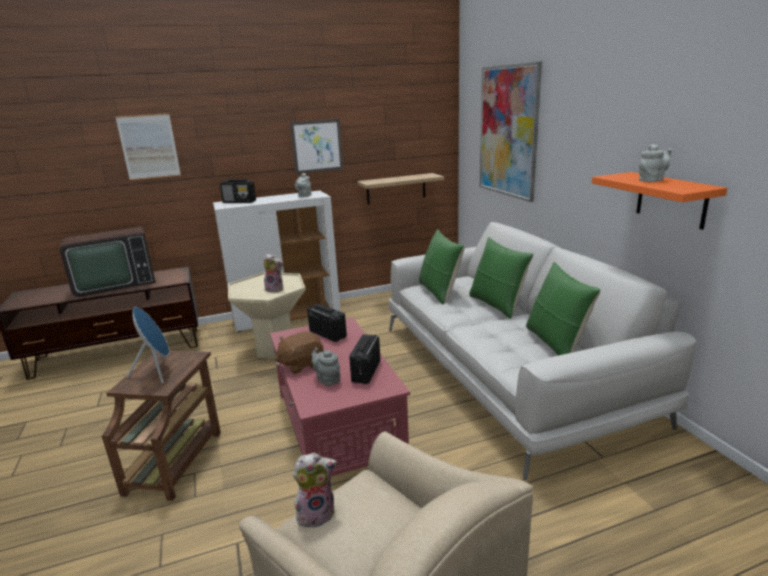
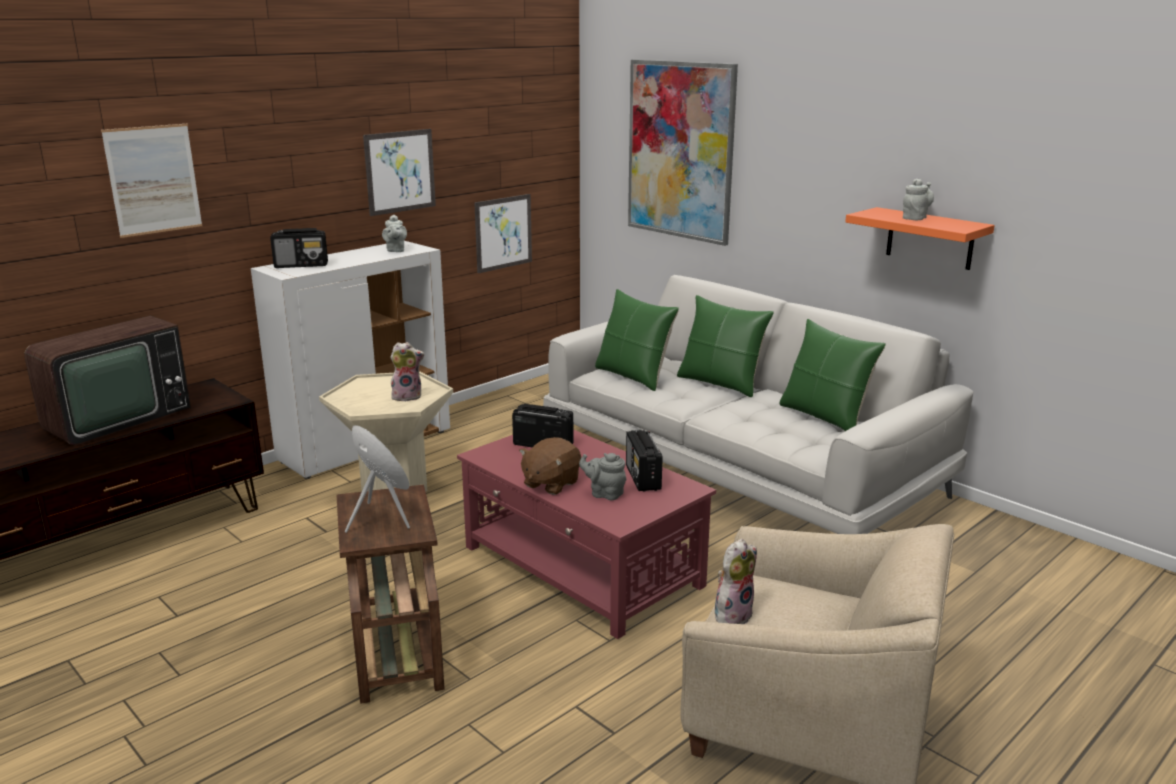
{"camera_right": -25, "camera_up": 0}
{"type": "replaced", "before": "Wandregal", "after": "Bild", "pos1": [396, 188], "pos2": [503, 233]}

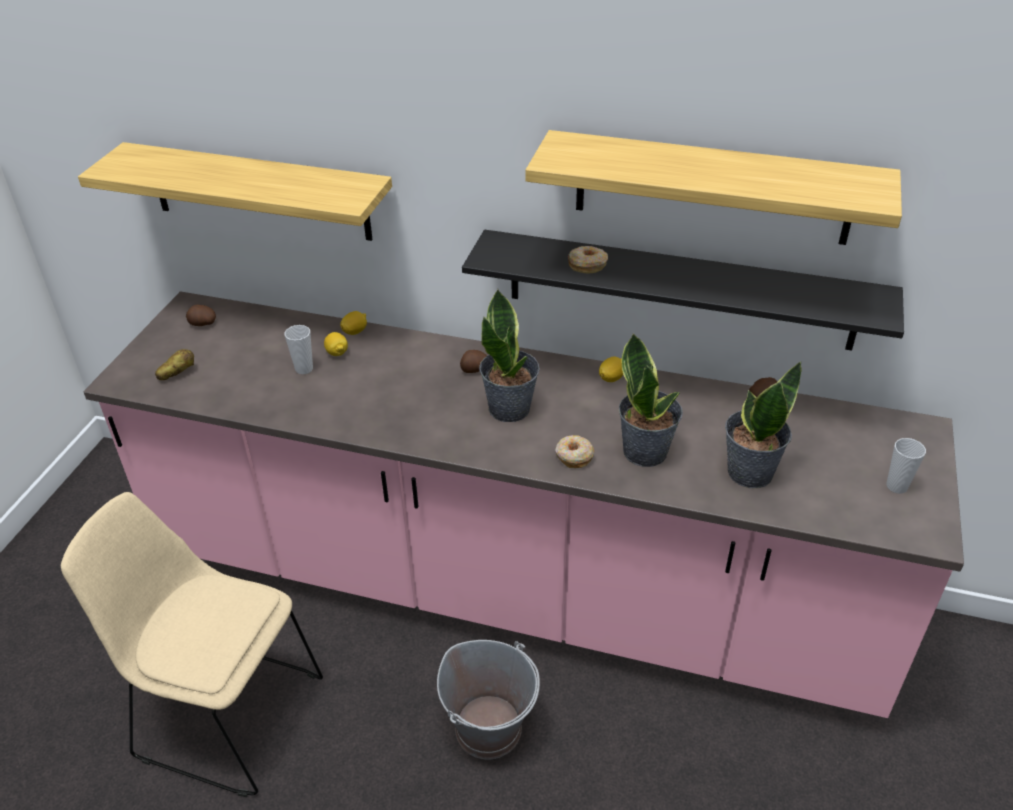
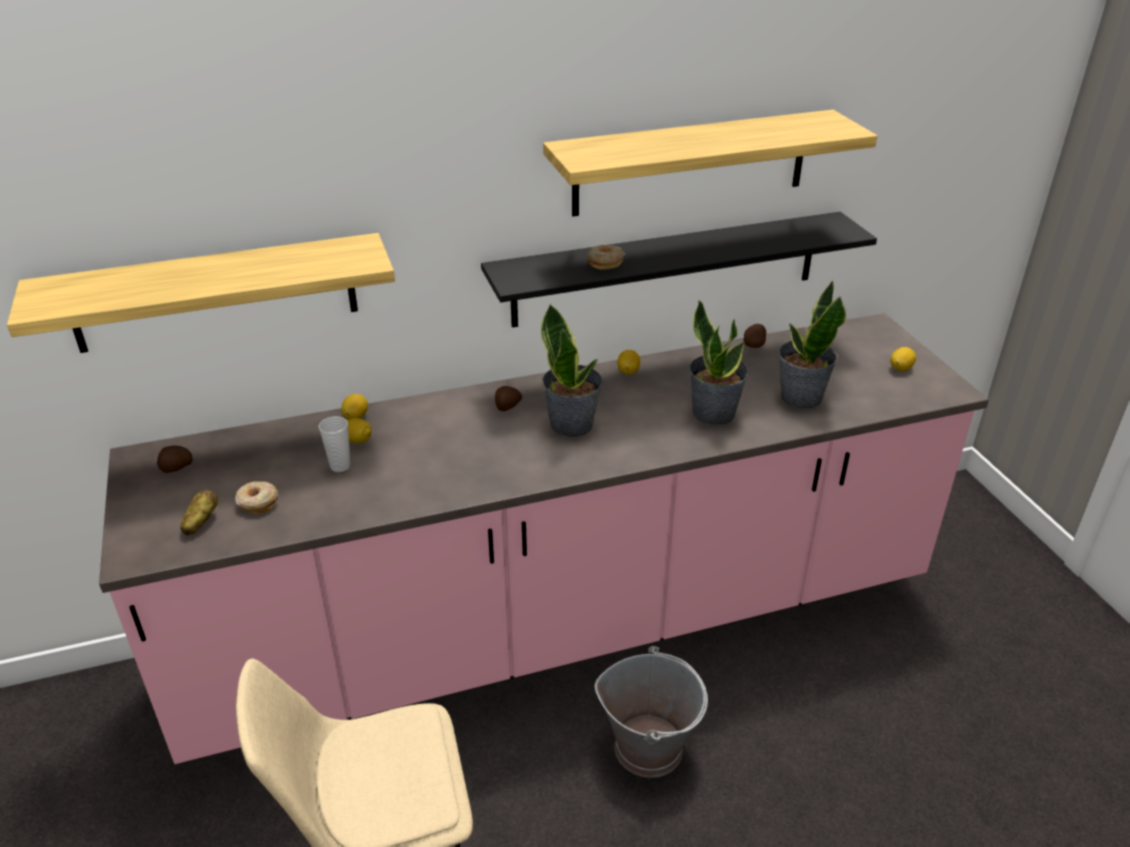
{"camera_right": -35, "camera_up": -5}
{"type": "moved", "before": "Donut", "pos1": [573, 456], "pos2": [257, 503]}
{"type": "replaced", "before": "Tasse", "after": "Zitrone", "pos1": [896, 486], "pos2": [900, 368]}

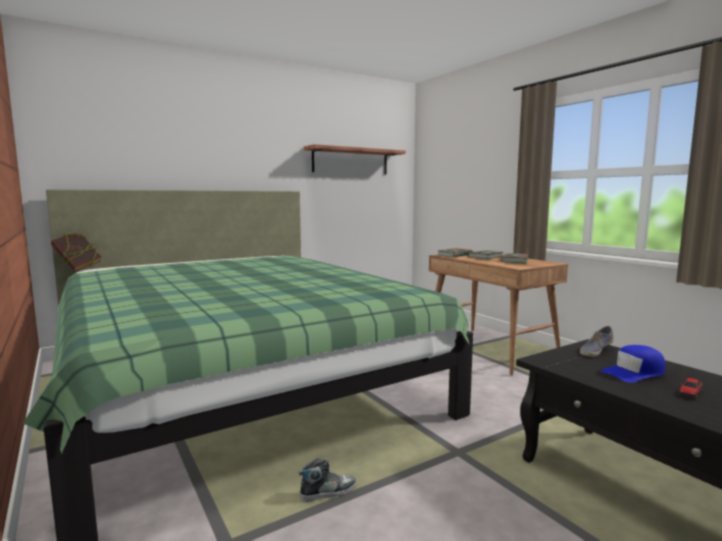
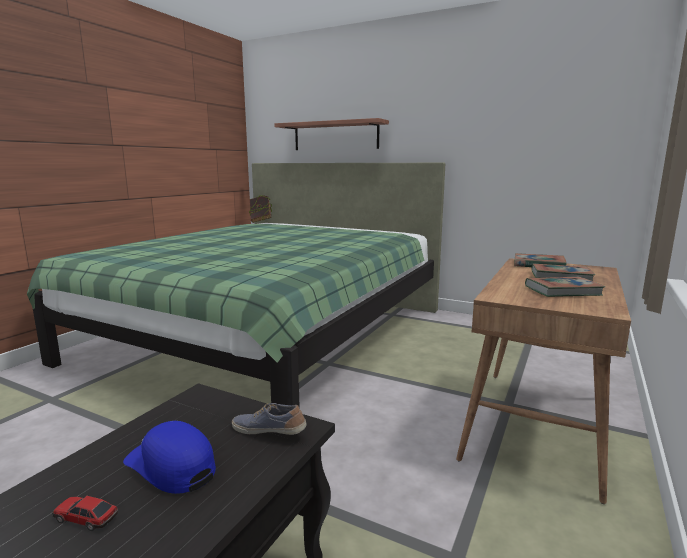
{"camera_right": 60, "camera_up": 5}
{"type": "moved", "before": "Wandregal", "pos1": [350, 161], "pos2": [335, 136]}
{"type": "removed", "before": "Schuh", "pos1": [328, 491]}

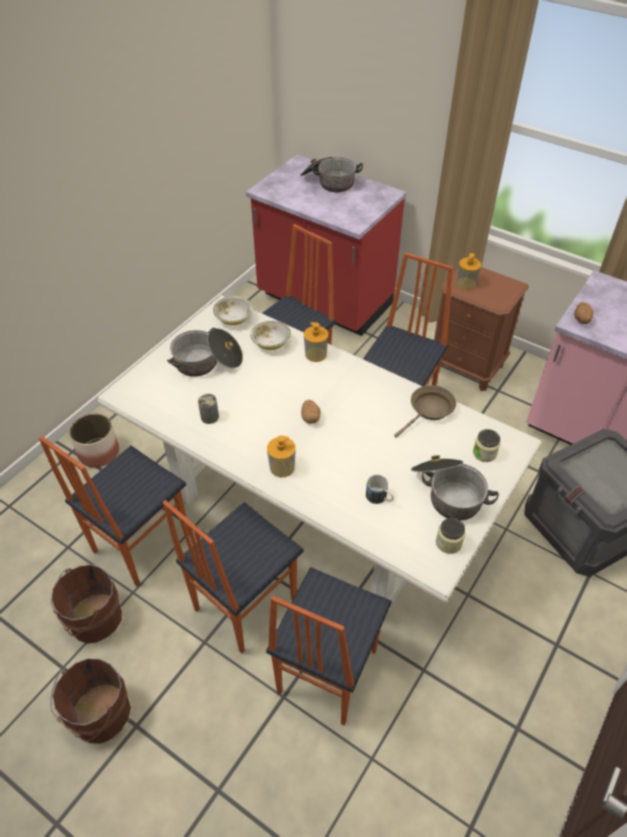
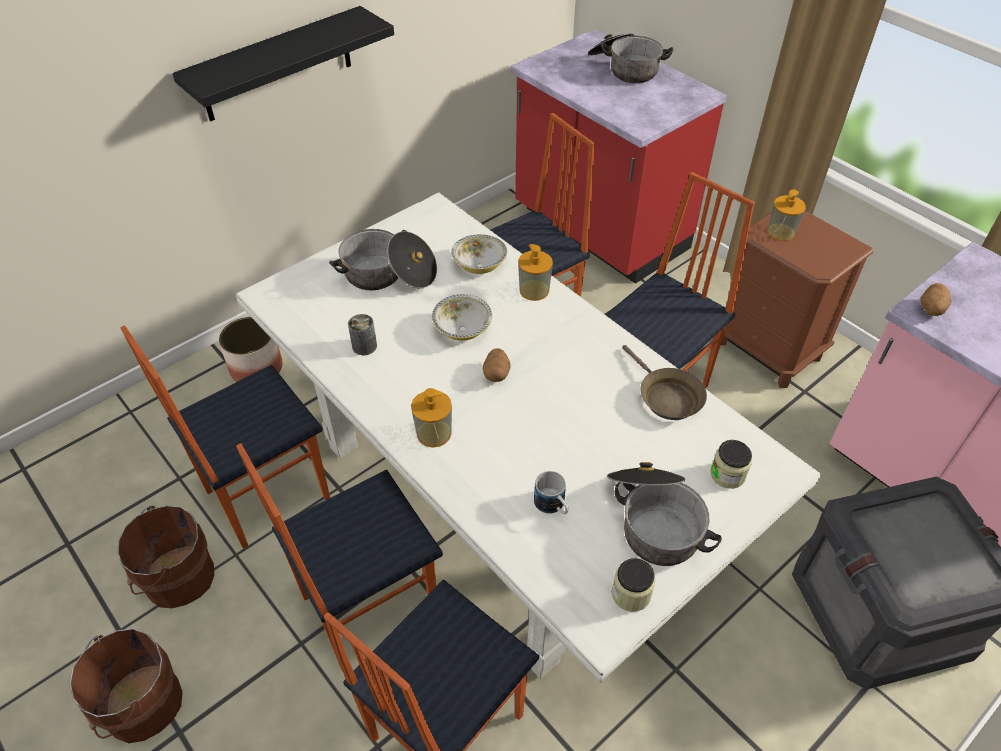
{"camera_right": 15, "camera_up": 0}
{"type": "added", "after": "Wandregal [schwarz]", "pos2": [277, 65]}
{"type": "moved", "before": "Schüssel", "pos1": [233, 319], "pos2": [462, 329]}
{"type": "turned", "before": "Pfanne [braun]", "pos1": [429, 410], "pos2": [666, 397], "turn": 90}

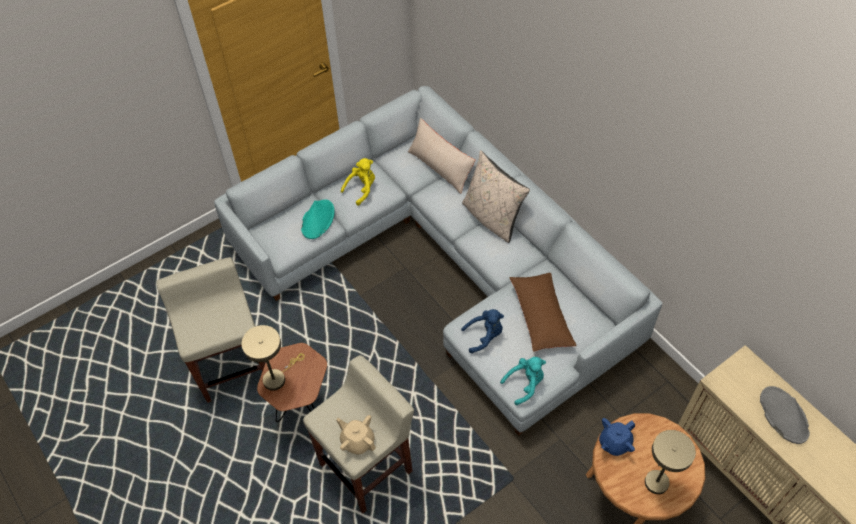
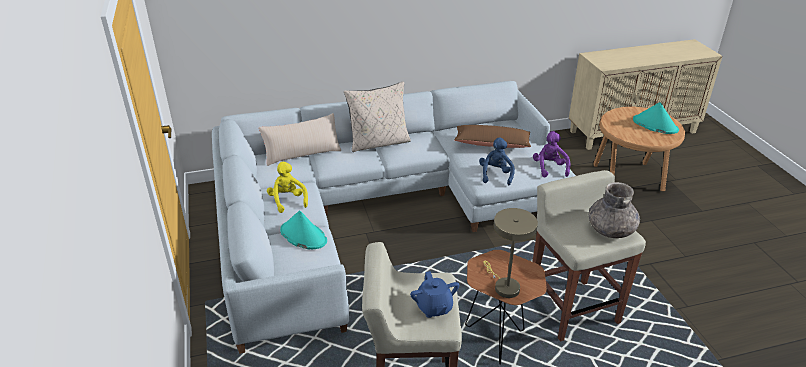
{"camera_right": -70, "camera_up": -20}
{"type": "moved", "before": "Teekanne [blau]", "pos1": [614, 443], "pos2": [434, 308]}
{"type": "recoloured", "before": "Plüschtier [türkis]", "after": "Plüschtier [lila]", "pos1": [525, 384], "pos2": [549, 168]}
{"type": "replaced", "before": "Teekanne [beige]", "after": "Vase [grau]", "pos1": [357, 441], "pos2": [611, 229]}
{"type": "replaced", "before": "Tischlampe [beige]", "after": "Hut [türkis]", "pos1": [657, 478], "pos2": [655, 125]}
{"type": "removed", "before": "Hut [grau]", "pos1": [783, 415]}

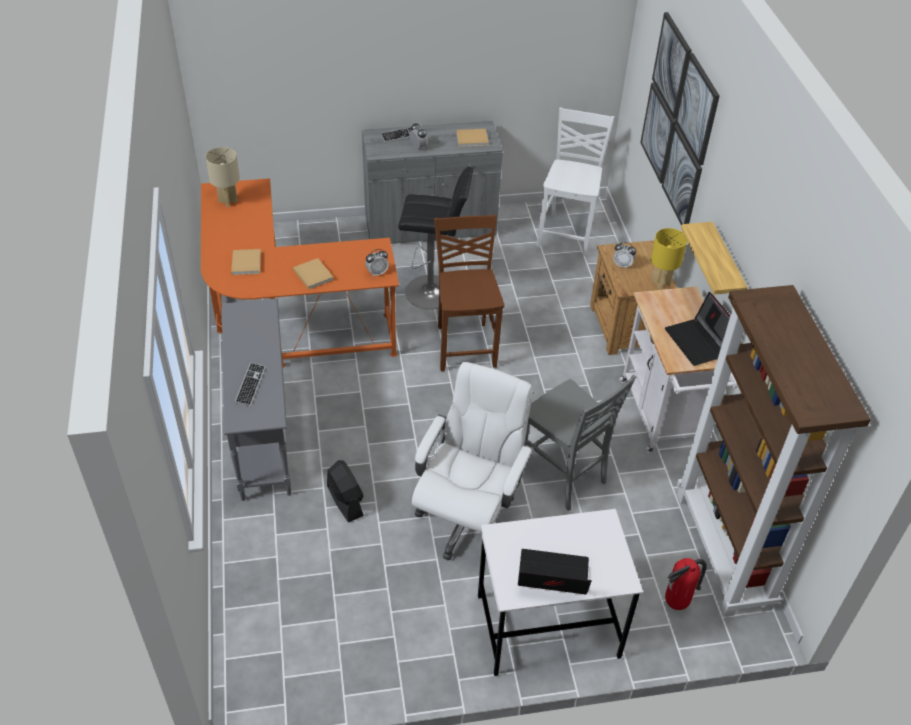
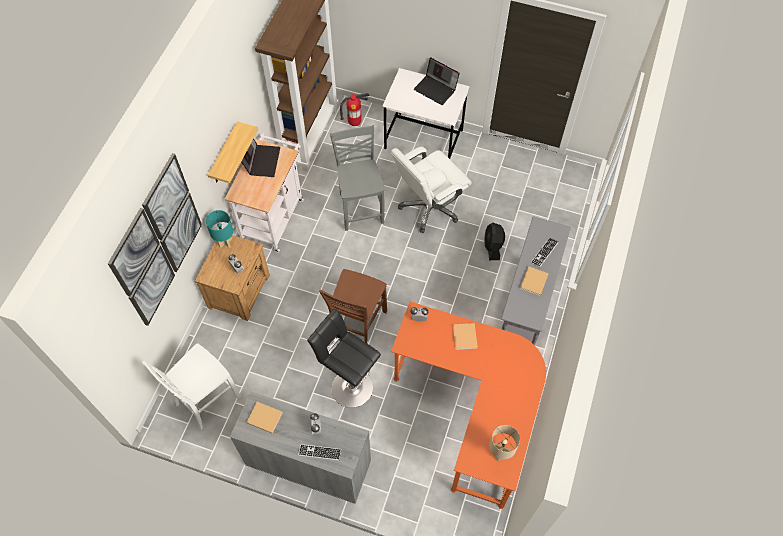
{"camera_right": -150, "camera_up": 15}
{"type": "recoloured", "before": "Tischlampe [gelb]", "after": "Tischlampe [türkis]", "pos1": [661, 282], "pos2": [225, 242]}
{"type": "moved", "before": "Buch [beige]", "pos1": [246, 262], "pos2": [533, 282]}

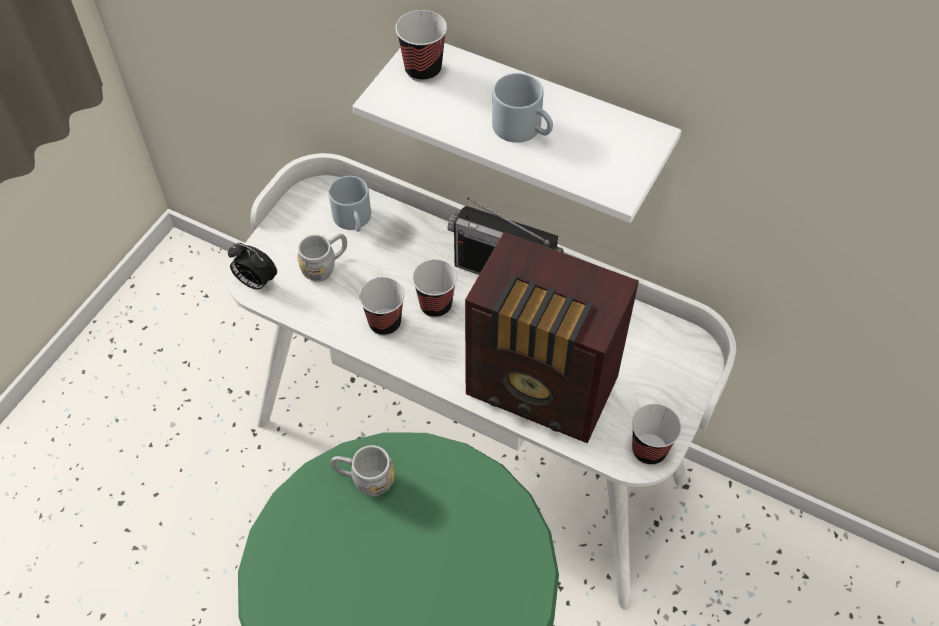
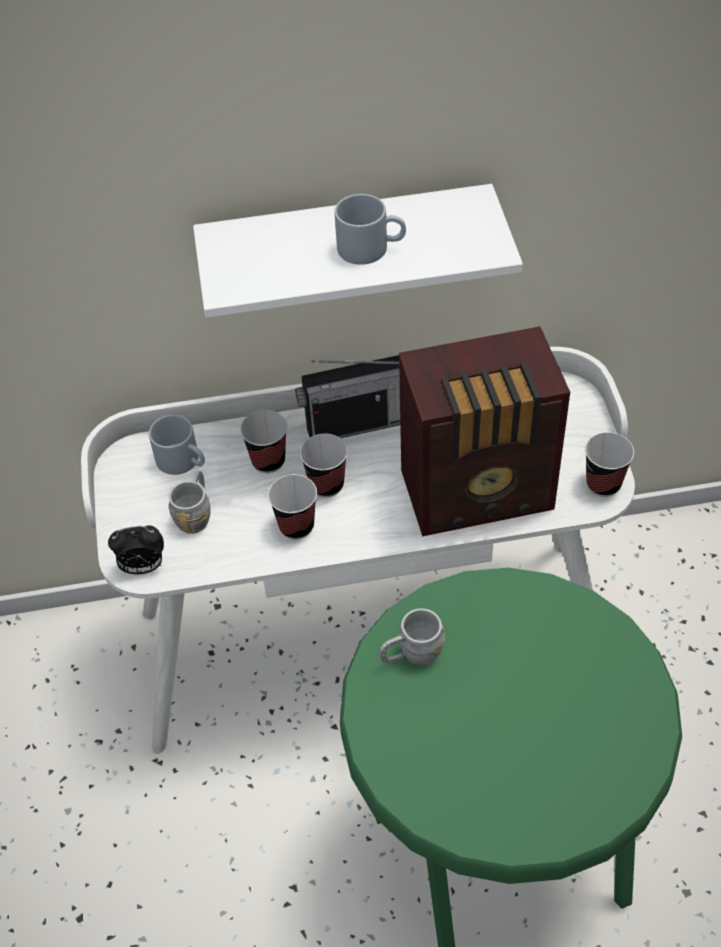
{"camera_right": -35, "camera_up": -5}
{"type": "moved", "before": "Tasse", "pos1": [423, 70], "pos2": [268, 461]}

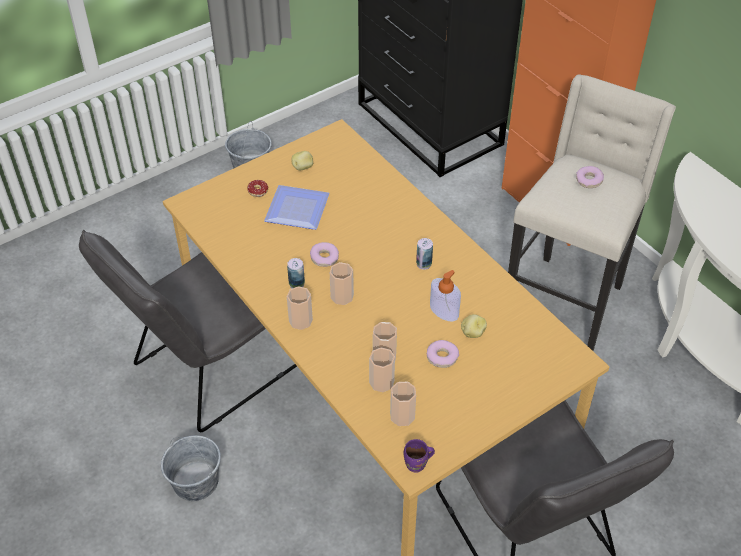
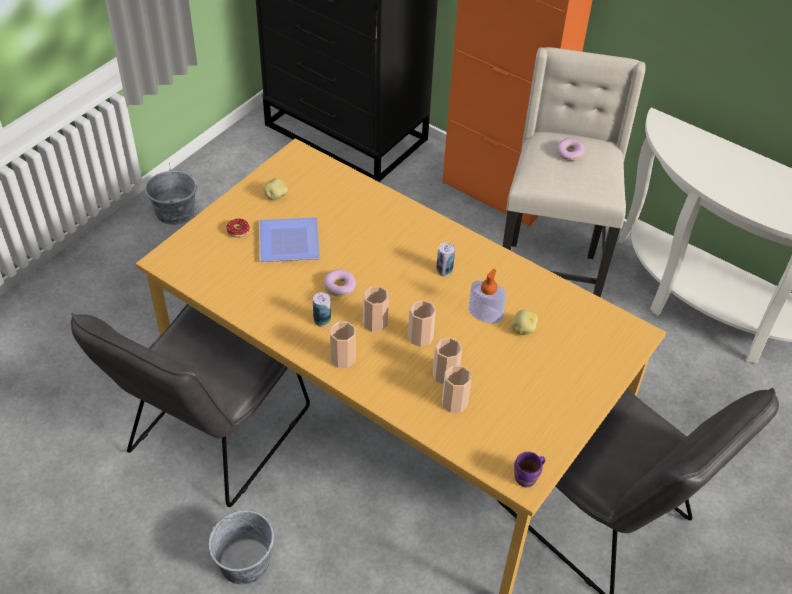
{"camera_right": -20, "camera_up": 0}
{"type": "moved", "before": "Tasse", "pos1": [402, 416], "pos2": [420, 337]}
{"type": "removed", "before": "Donut", "pos1": [442, 357]}

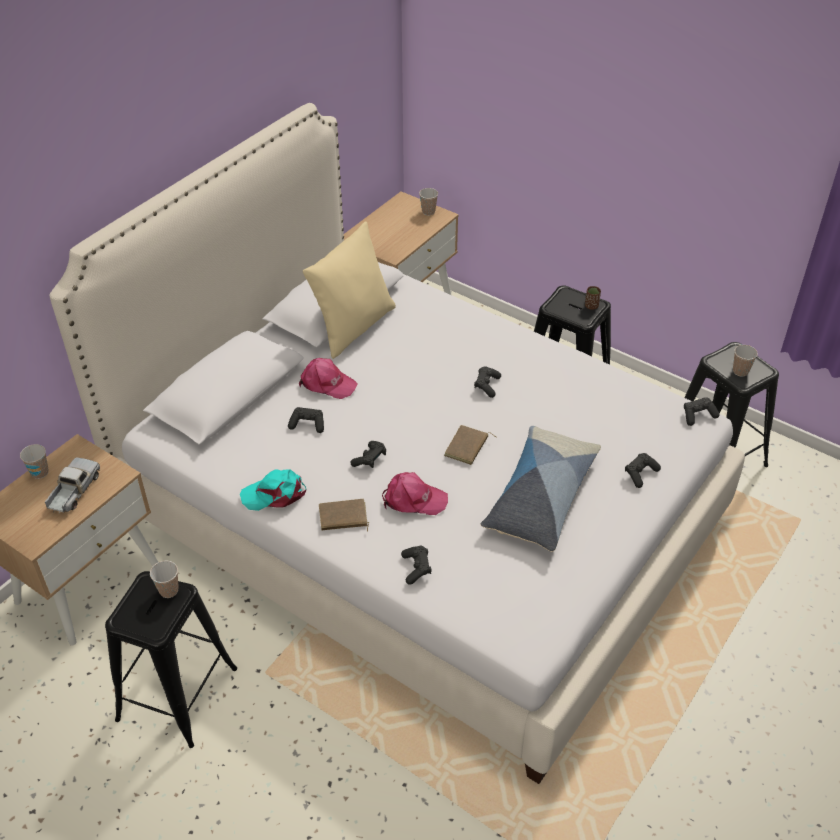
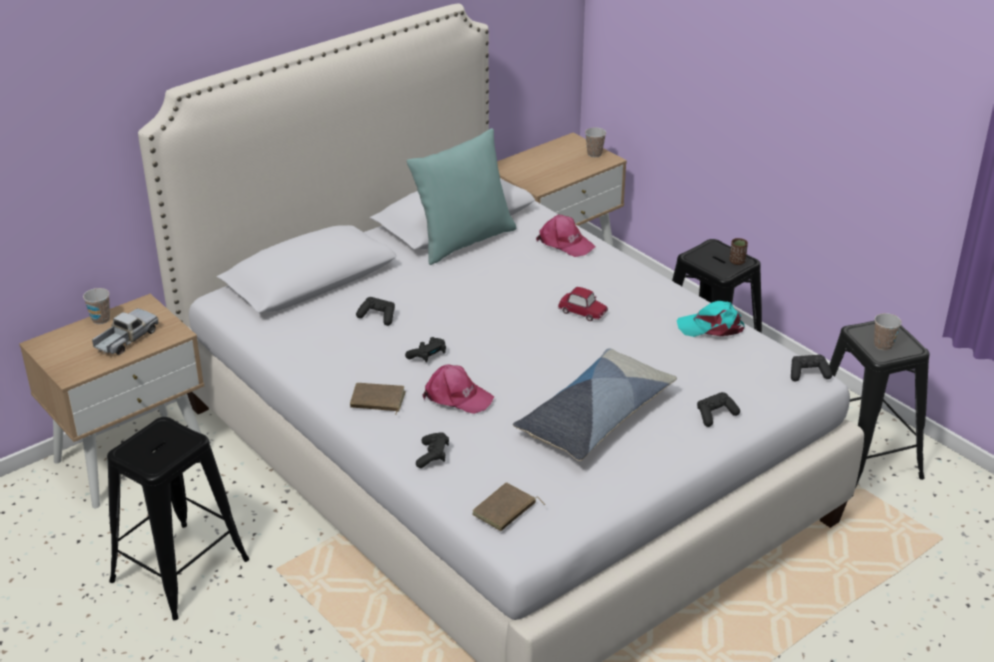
{"camera_right": 15, "camera_up": -10}
{"type": "recoloured", "before": "Kissen [beige]", "after": "Kissen [türkis]", "pos1": [353, 327], "pos2": [463, 241]}
{"type": "moved", "before": "Buch [braun]", "pos1": [467, 447], "pos2": [505, 510]}
{"type": "moved", "before": "Kappe [rosa]", "pos1": [327, 384], "pos2": [565, 243]}
{"type": "replaced", "before": "Gamepad [schwarz]", "after": "Spielzeugauto", "pos1": [487, 386], "pos2": [582, 312]}
{"type": "moved", "before": "Kappe [türkis]", "pos1": [274, 494], "pos2": [711, 327]}
{"type": "removed", "before": "Tasse", "pos1": [169, 590]}

